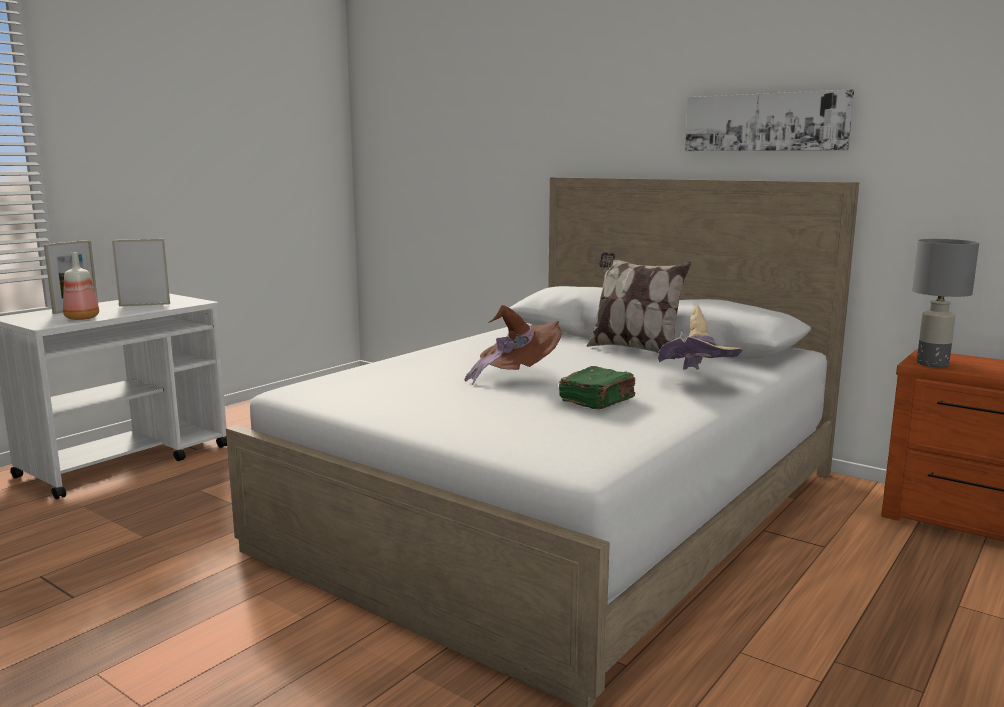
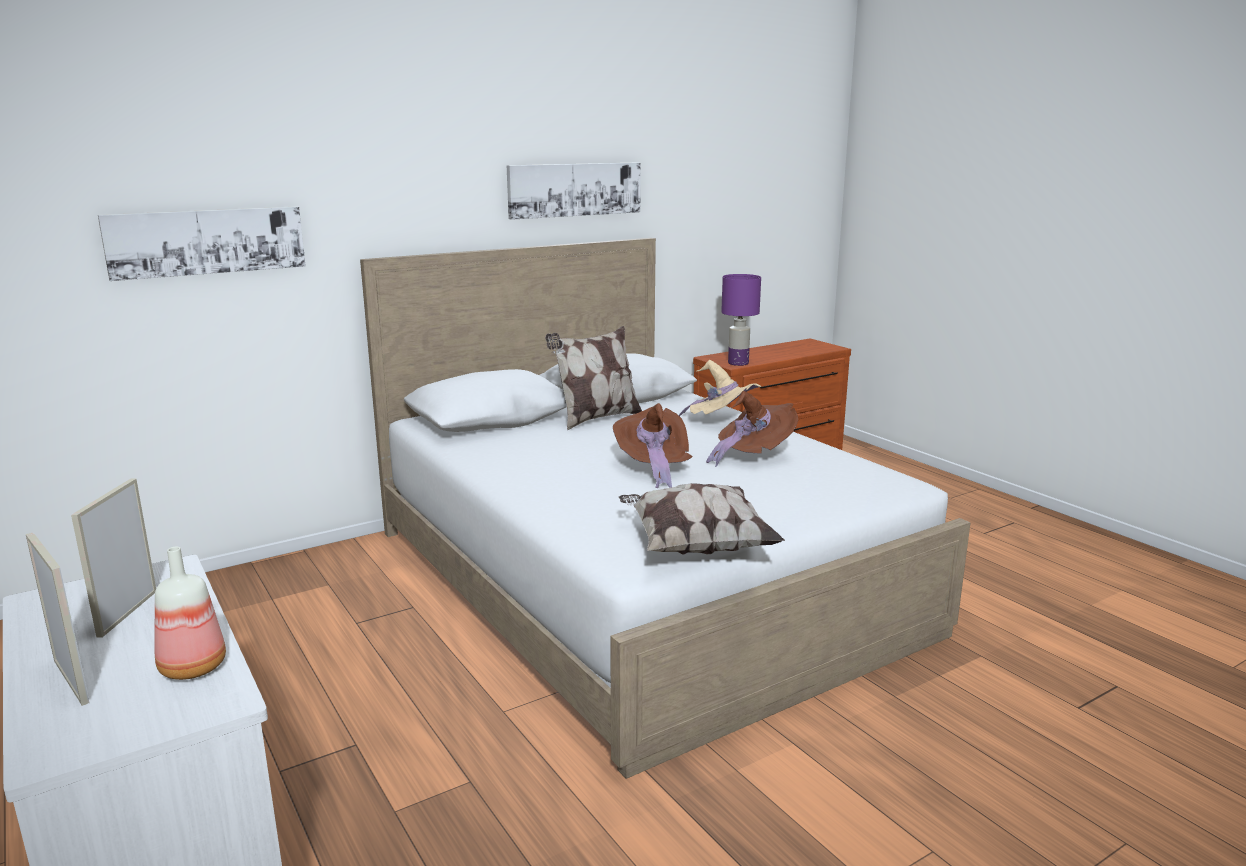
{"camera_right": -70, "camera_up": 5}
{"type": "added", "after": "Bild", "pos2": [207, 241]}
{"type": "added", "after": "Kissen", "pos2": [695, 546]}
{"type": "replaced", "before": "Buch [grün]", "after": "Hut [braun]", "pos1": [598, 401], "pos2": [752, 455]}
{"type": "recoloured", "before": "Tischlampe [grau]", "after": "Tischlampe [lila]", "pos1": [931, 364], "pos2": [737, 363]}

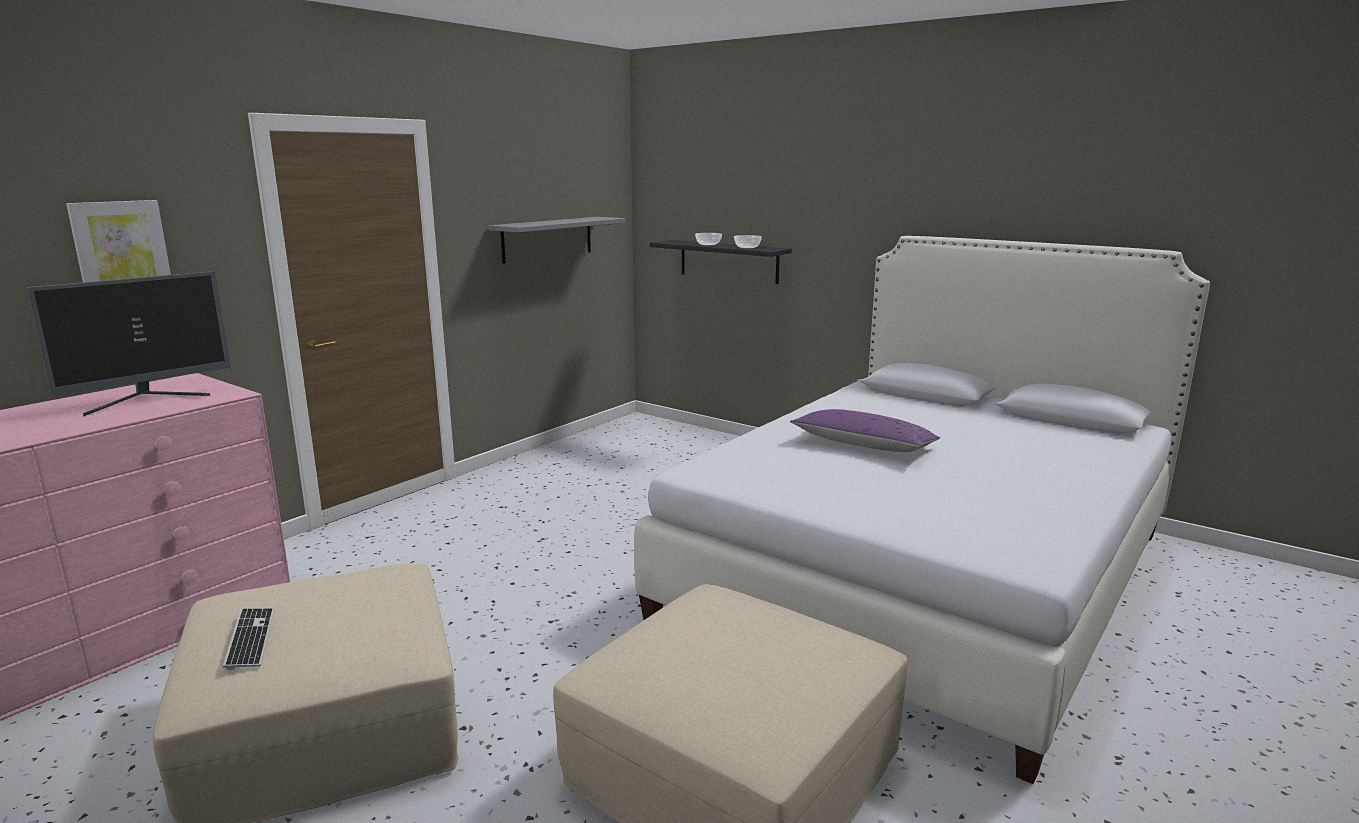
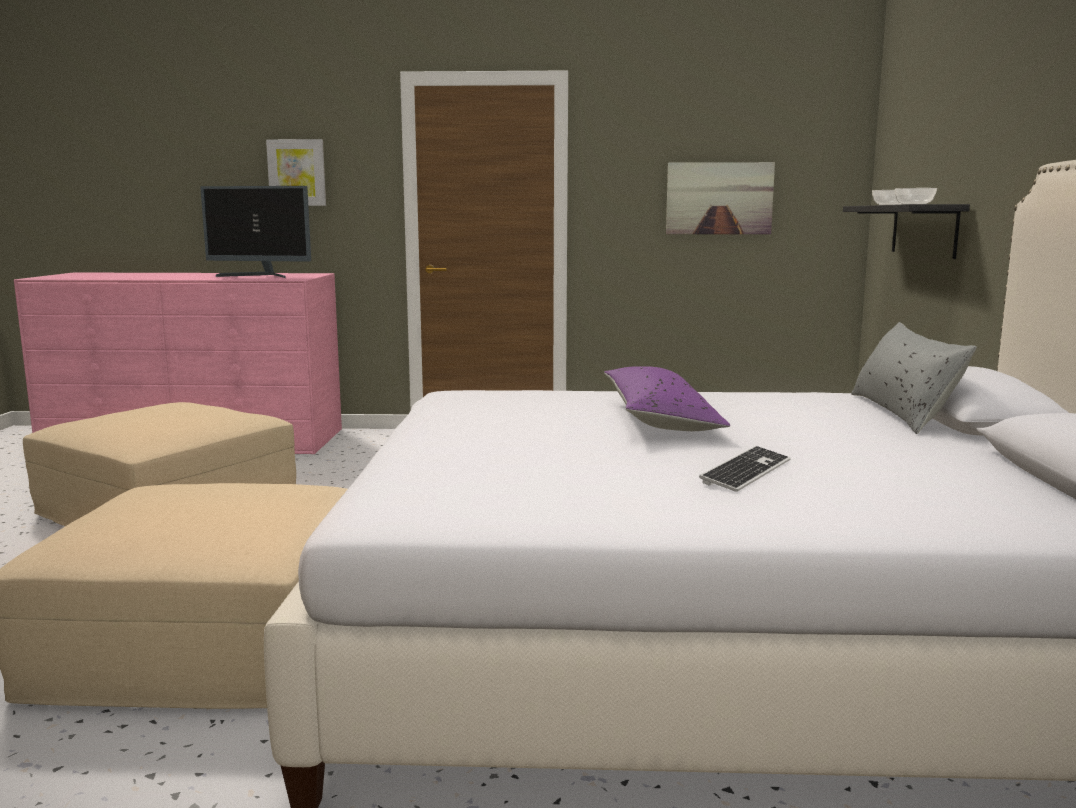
{"camera_right": 55, "camera_up": -5}
{"type": "replaced", "before": "Wandregal [grau]", "after": "Bild", "pos1": [547, 239], "pos2": [719, 198]}
{"type": "moved", "before": "Tastatur", "pos1": [250, 639], "pos2": [746, 472]}
{"type": "added", "after": "Kissen [grau]", "pos2": [903, 412]}

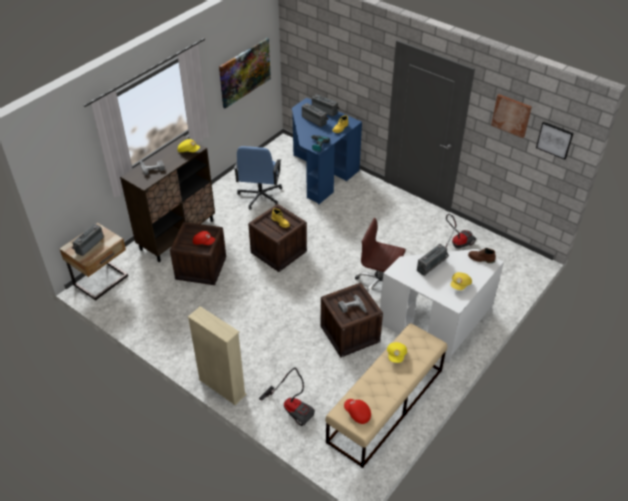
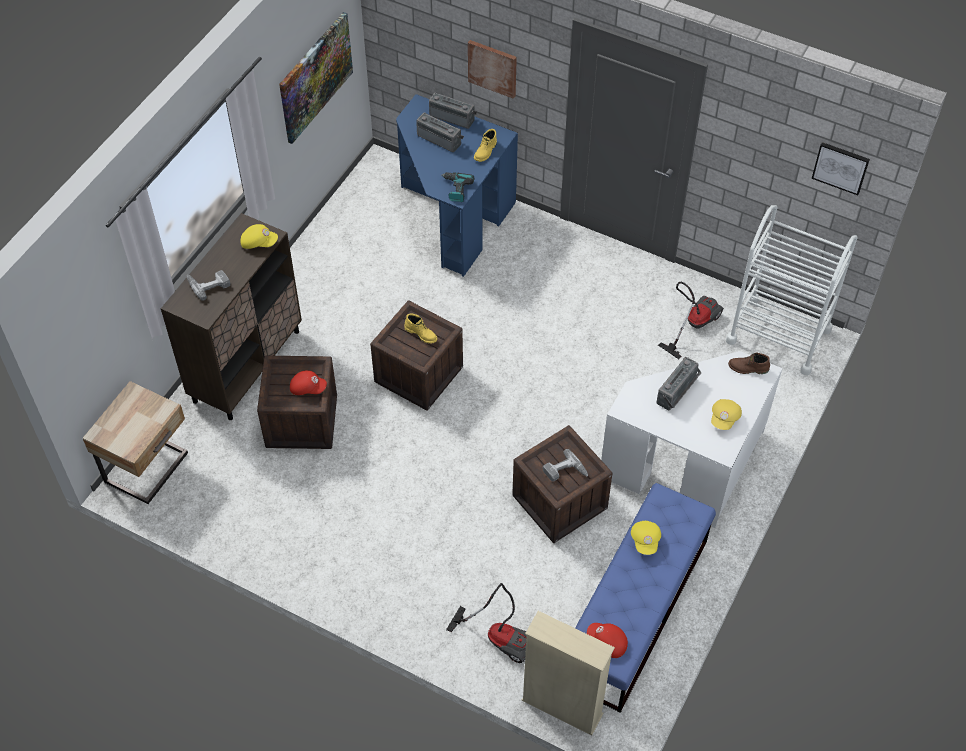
{"camera_right": -10, "camera_up": 10}
{"type": "moved", "before": "Bild", "pos1": [511, 115], "pos2": [492, 68]}
{"type": "moved", "before": "Bücherregal [beige]", "pos1": [222, 387], "pos2": [562, 707]}
{"type": "recoloured", "before": "Bank [beige]", "after": "Bank [blau]", "pos1": [385, 405], "pos2": [635, 610]}
{"type": "added", "after": "Rollwagen [weiß]", "pos2": [778, 335]}
{"type": "removed", "before": "Radio", "pos1": [88, 244]}
{"type": "removed", "before": "Bürostuhl [blau]", "pos1": [260, 196]}
{"type": "removed", "before": "Bürostuhl [braun]", "pos1": [379, 285]}

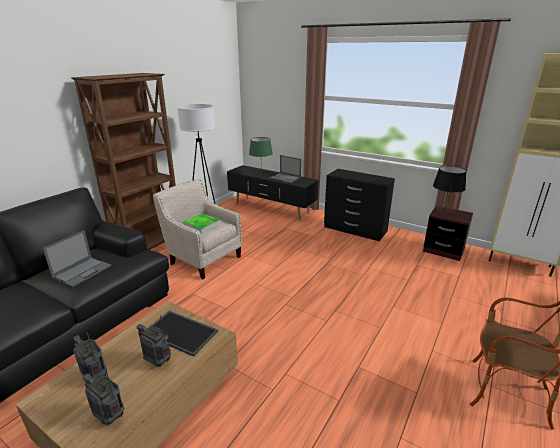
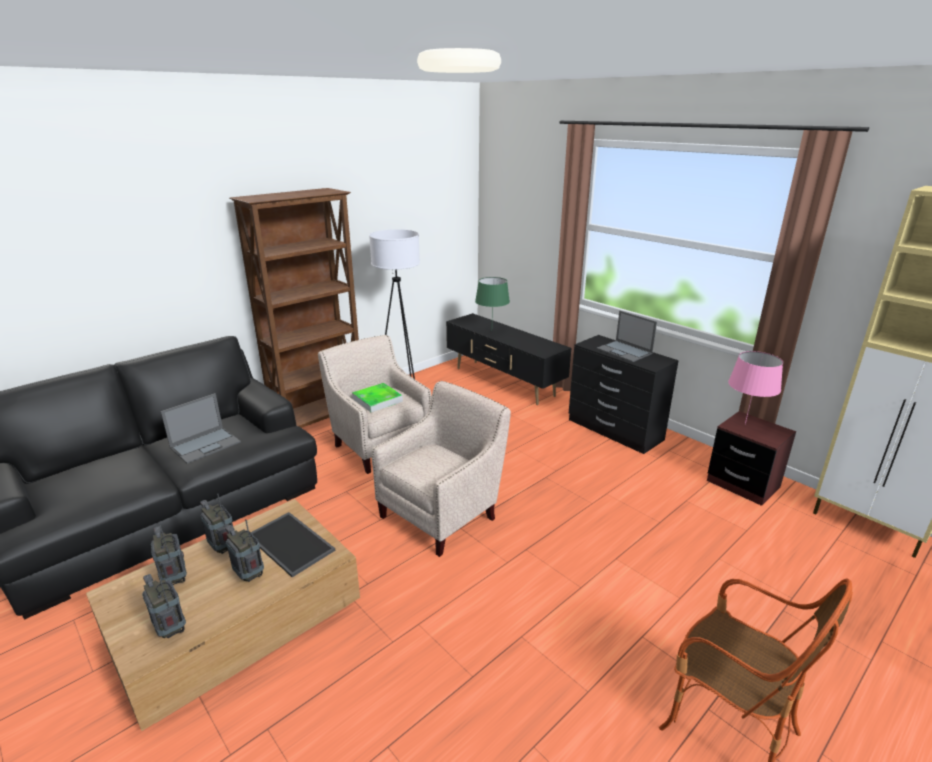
{"camera_right": 15, "camera_up": 0}
{"type": "added", "after": "Radio", "pos2": [223, 548]}
{"type": "added", "after": "Sessel [beige]", "pos2": [443, 513]}
{"type": "moved", "before": "Laptop", "pos1": [285, 178], "pos2": [624, 351]}
{"type": "recoloured", "before": "Tischlampe [schwarz]", "after": "Tischlampe [rosa]", "pos1": [443, 212], "pos2": [745, 424]}

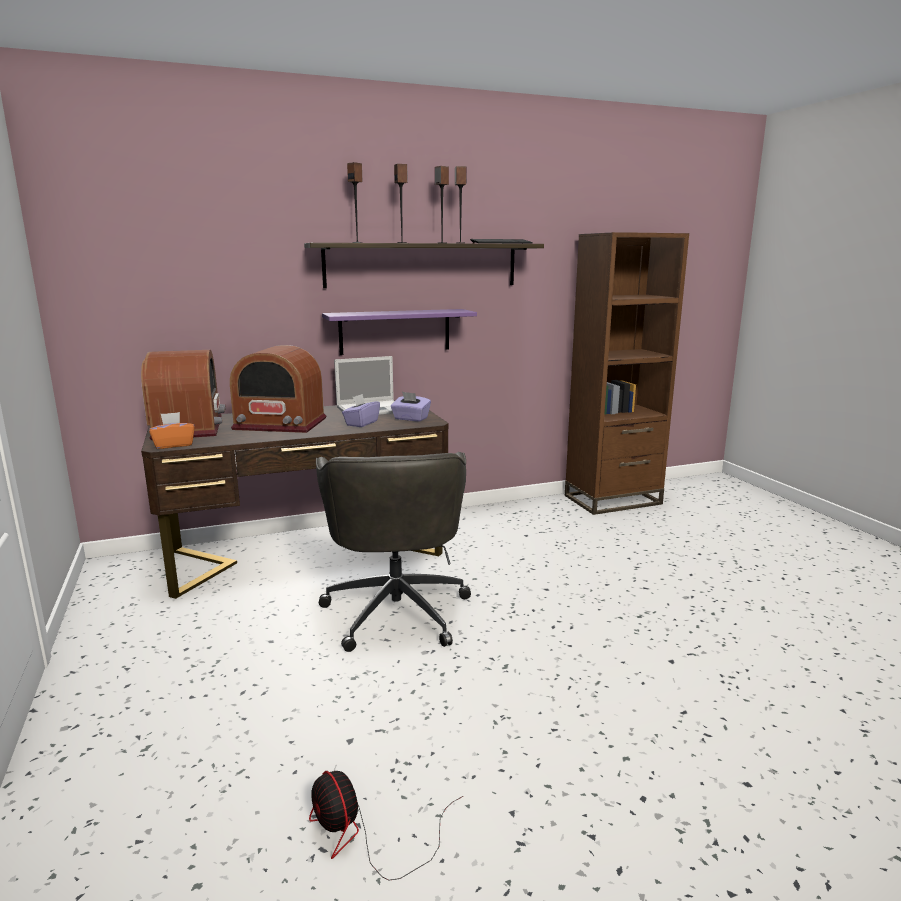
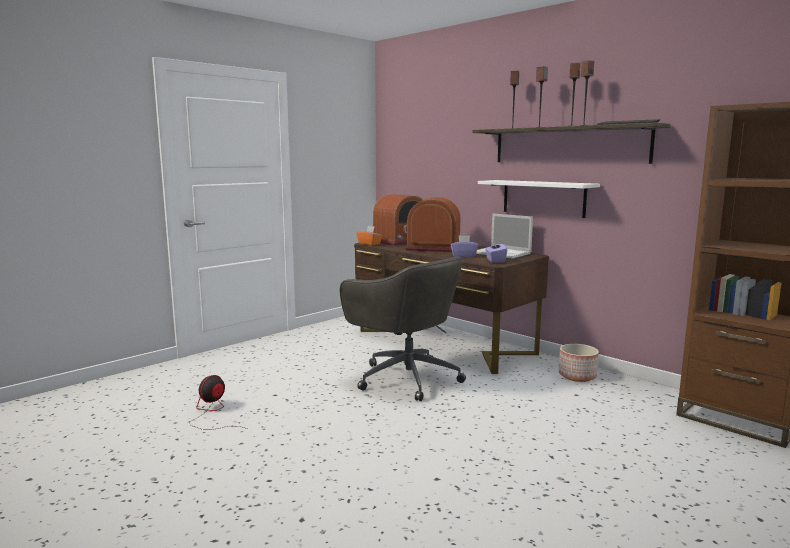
{"camera_right": 65, "camera_up": -5}
{"type": "turned", "before": "Bürostuhl [grau]", "pos1": [396, 609], "pos2": [405, 377], "turn": -105}
{"type": "turned", "before": "Radio", "pos1": [280, 424], "pos2": [433, 248], "turn": 120}
{"type": "recoloured", "before": "Wandregal [lila]", "after": "Wandregal [weiß]", "pos1": [395, 331], "pos2": [543, 198]}
{"type": "added", "after": "Pflanzkübel", "pos2": [577, 376]}

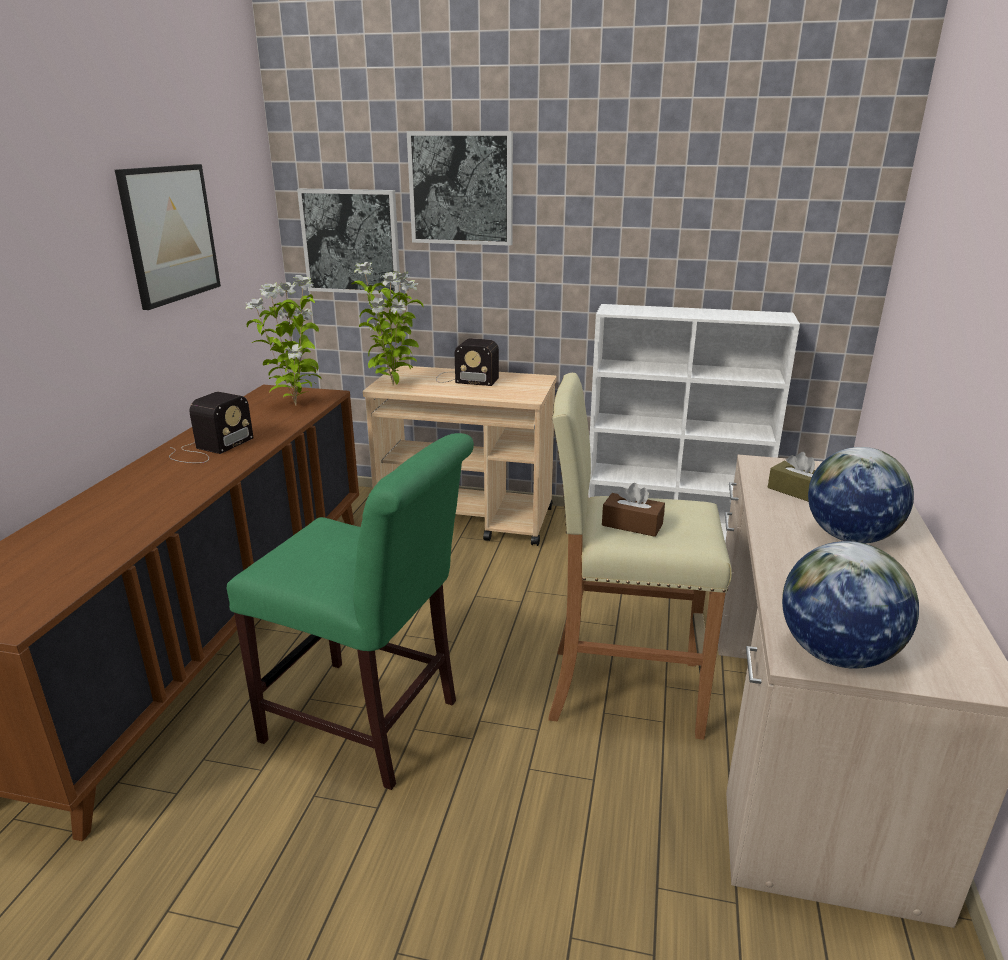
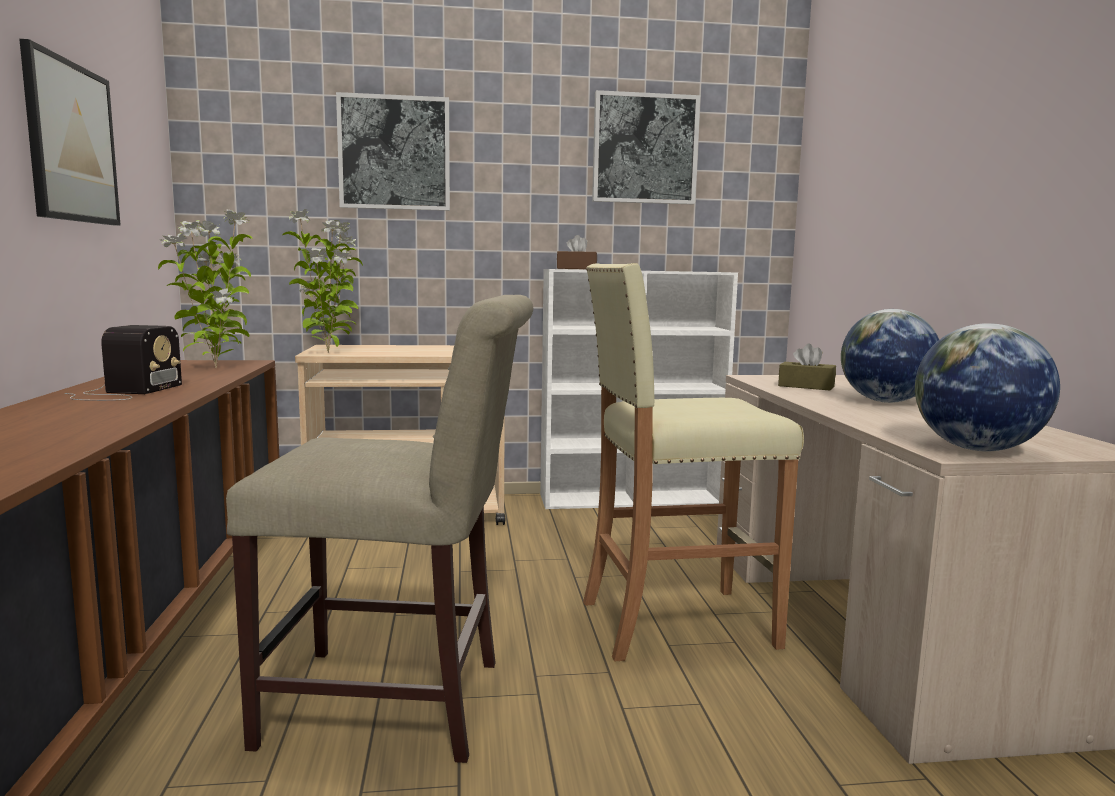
{"camera_right": -20, "camera_up": -15}
{"type": "recoloured", "before": "Stuhl [grün]", "after": "Stuhl [beige]", "pos1": [369, 724], "pos2": [398, 704]}
{"type": "moved", "before": "Taschentuchbox [braun]", "pos1": [632, 525], "pos2": [577, 269]}
{"type": "moved", "before": "Bild", "pos1": [351, 241], "pos2": [644, 149]}
{"type": "removed", "before": "Radio", "pos1": [464, 378]}

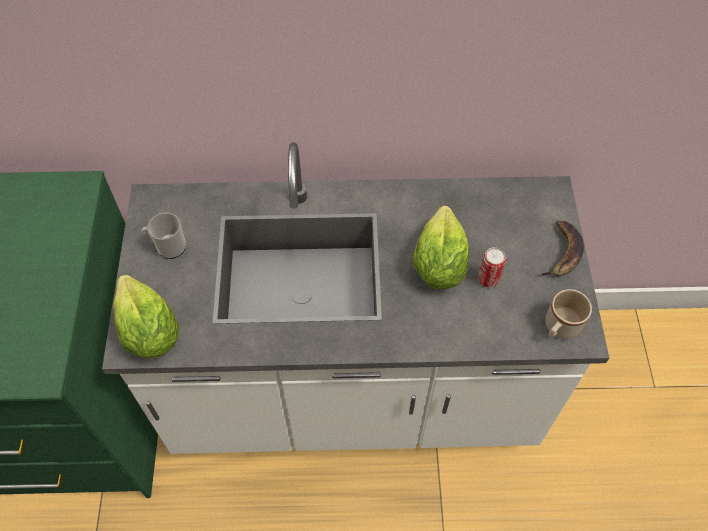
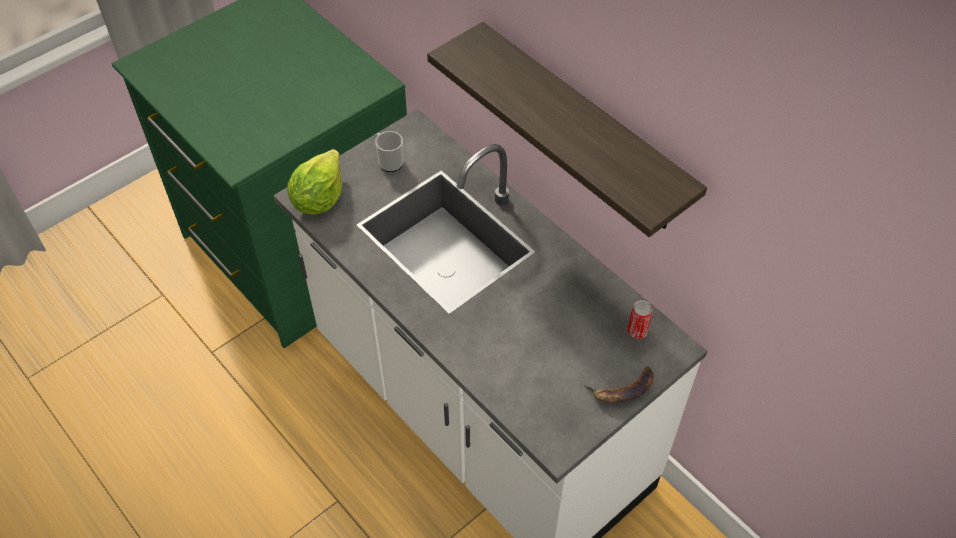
{"camera_right": 50, "camera_up": -5}
{"type": "added", "after": "Wandregal", "pos2": [583, 130]}
{"type": "moved", "before": "Dose", "pos1": [488, 279], "pos2": [637, 331]}
{"type": "removed", "before": "Salatkopf", "pos1": [438, 265]}
{"type": "removed", "before": "Henkelbecher [beige]", "pos1": [559, 328]}

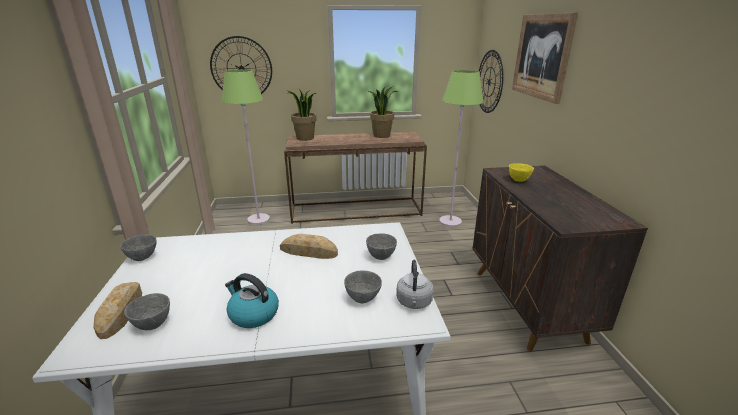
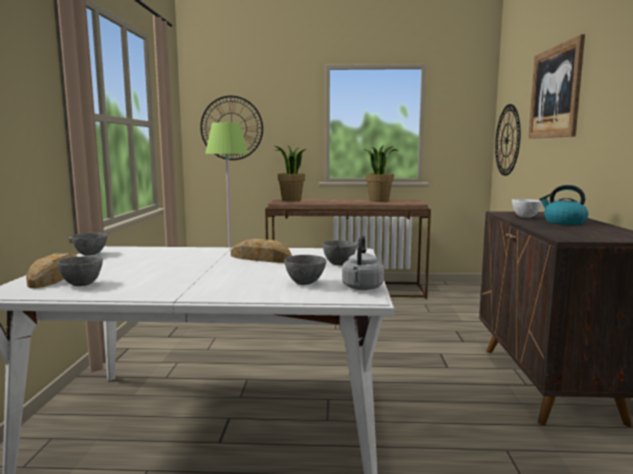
{"camera_right": 10, "camera_up": -15}
{"type": "recoloured", "before": "Schüssel [gelb]", "after": "Schüssel [weiß]", "pos1": [518, 180], "pos2": [525, 217]}
{"type": "moved", "before": "Wasserkessel", "pos1": [253, 314], "pos2": [563, 222]}
{"type": "removed", "before": "Stehlampe [grün]", "pos1": [450, 221]}

